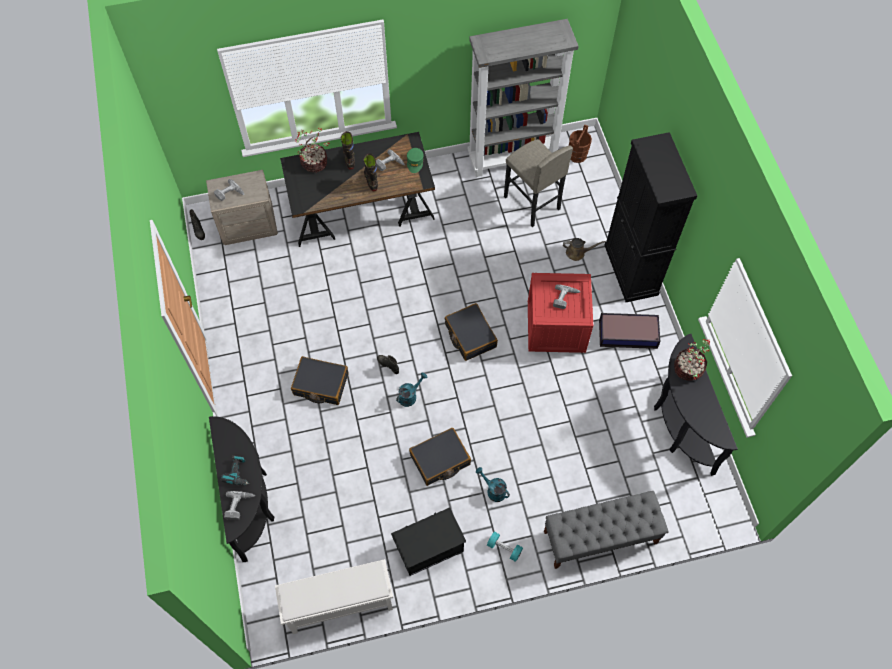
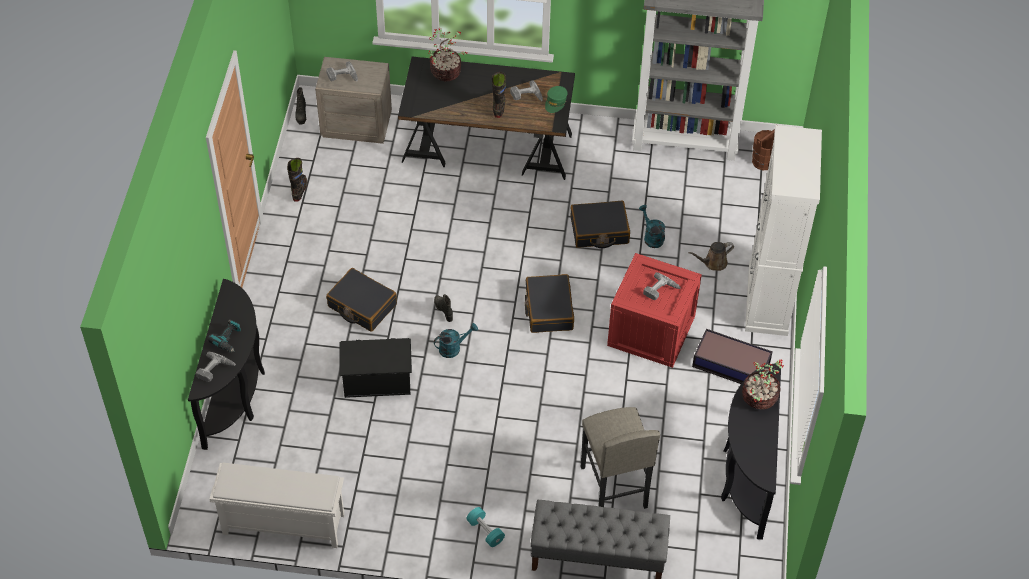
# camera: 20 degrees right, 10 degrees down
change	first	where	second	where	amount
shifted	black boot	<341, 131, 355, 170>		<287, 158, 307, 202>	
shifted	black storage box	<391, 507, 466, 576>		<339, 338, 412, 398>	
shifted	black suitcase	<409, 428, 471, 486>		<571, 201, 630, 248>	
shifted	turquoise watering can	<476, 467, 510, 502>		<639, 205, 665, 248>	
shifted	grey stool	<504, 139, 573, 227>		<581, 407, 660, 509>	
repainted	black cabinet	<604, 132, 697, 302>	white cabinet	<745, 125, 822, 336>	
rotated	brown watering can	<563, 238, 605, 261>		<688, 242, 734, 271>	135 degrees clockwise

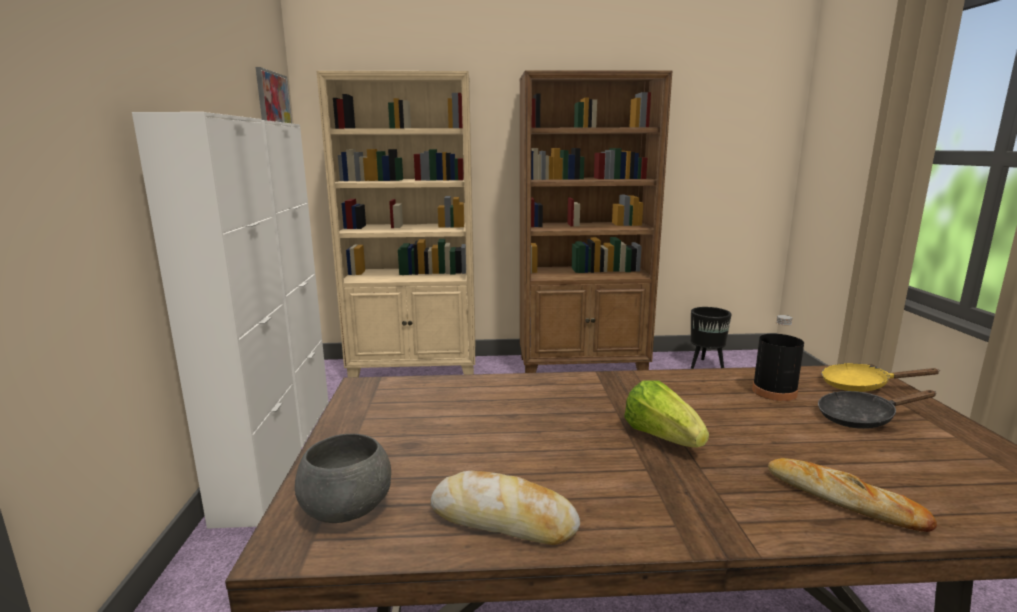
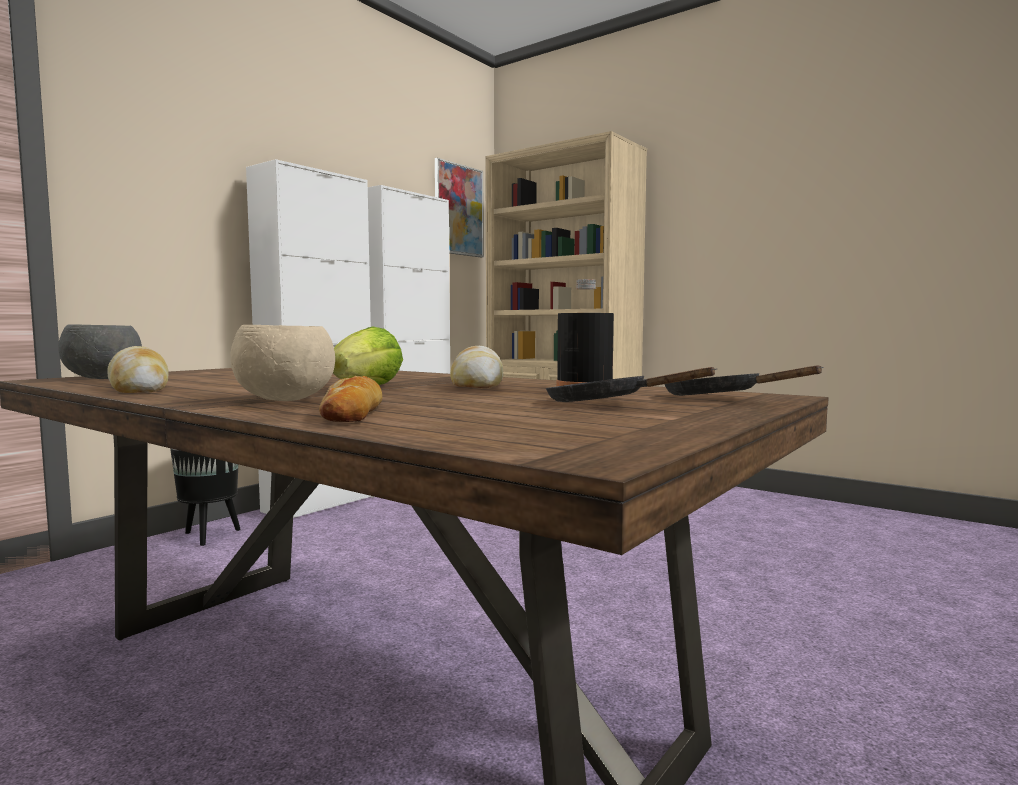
# camera: 40 degrees right, 10 degrees down
change	first	where	second	where	amount
gone	brown bookcase	<519, 70, 672, 373>			
new			beige bowl	<230, 325, 335, 401>	
new			bread	<450, 346, 503, 388>	
shifted	black planter	<691, 307, 732, 369>		<170, 448, 241, 546>	
repainted	yellow frying pan	<821, 363, 939, 392>	black frying pan	<664, 365, 824, 396>	

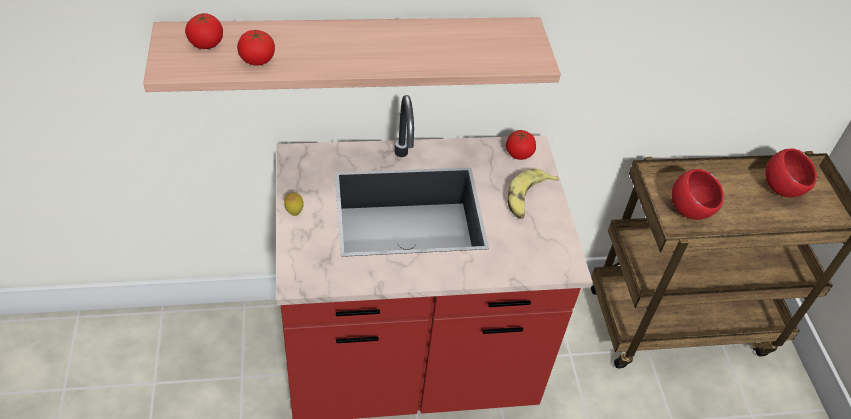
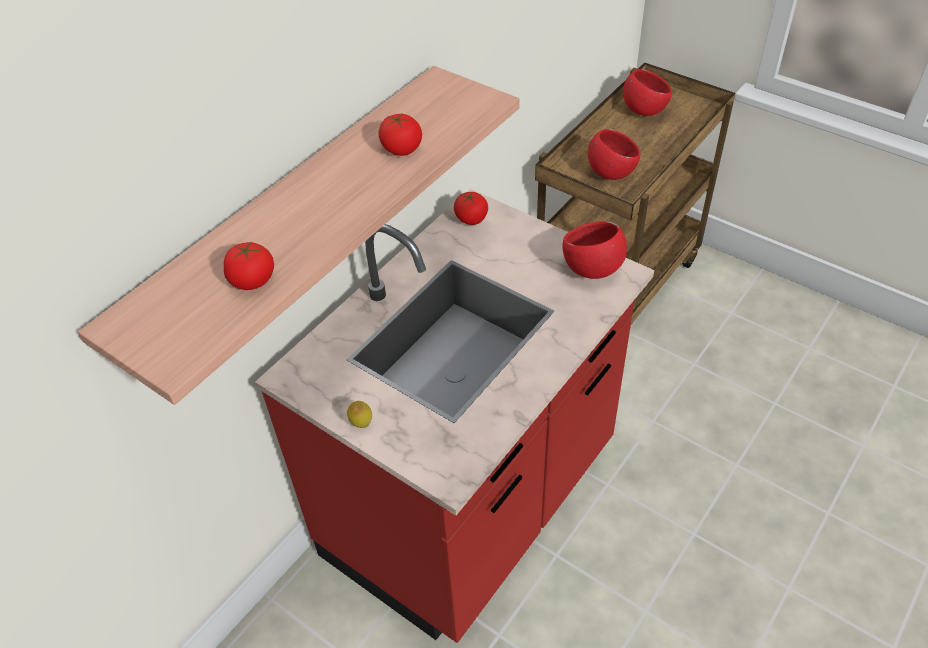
# camera: 40 degrees left, 0 degrees up
change	first	where	second	where	amount
gone	banana	<508, 169, 559, 219>			
new			red bowl	<562, 221, 627, 279>	
shifted	tomato	<185, 13, 223, 49>		<379, 114, 422, 156>	

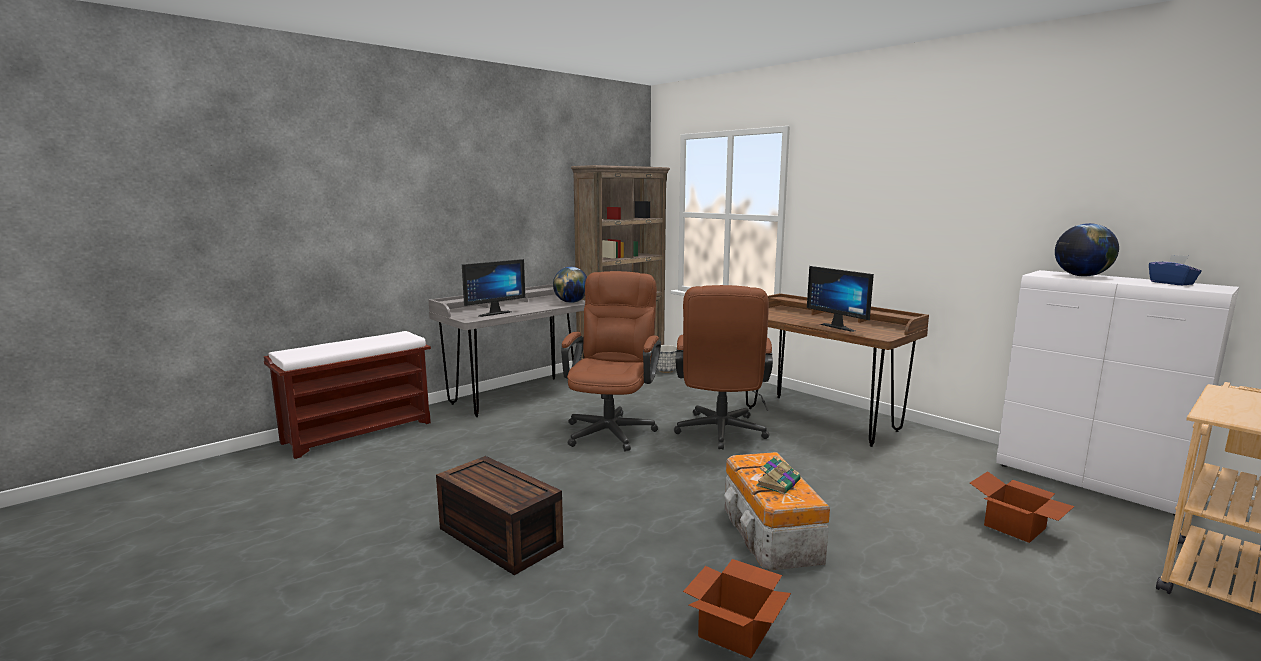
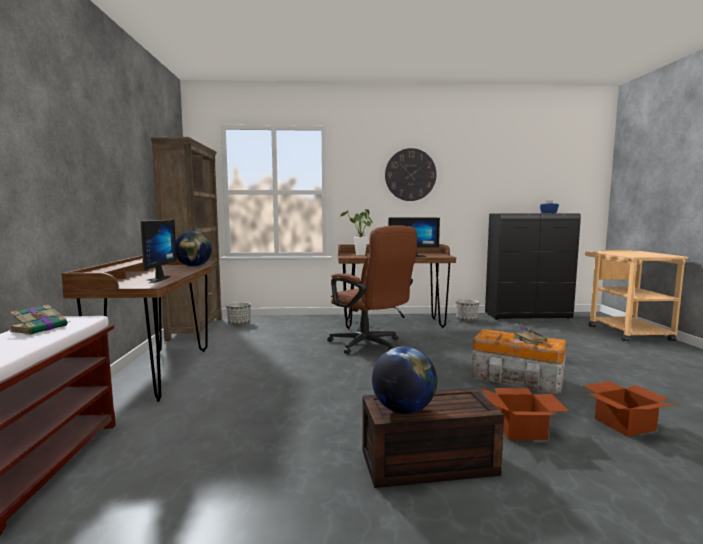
# camera: 50 degrees left, 5 degrees down
change	first	where	second	where	amount
gone	brown office chair	<561, 271, 661, 451>			
new			book	<10, 305, 67, 335>	
new			potted plant	<340, 209, 373, 255>	
new			wall clock	<385, 148, 436, 201>	
new			planter	<456, 299, 479, 322>	
shifted	cardboard box	<970, 471, 1075, 543>		<481, 388, 569, 440>	
shifted	globe	<1055, 223, 1119, 277>		<372, 347, 437, 414>	
repainted	grey desk	<428, 284, 585, 417>	brown desk	<61, 255, 213, 402>	
repainted	white cabinet	<996, 270, 1239, 517>	black cabinet	<485, 214, 581, 320>	

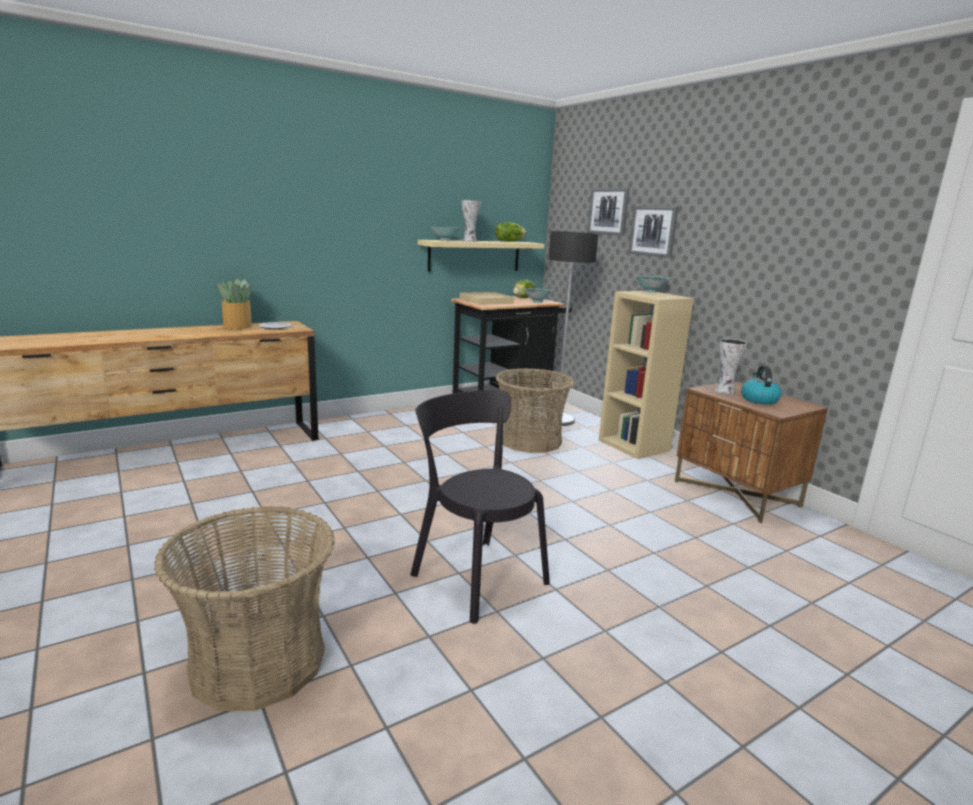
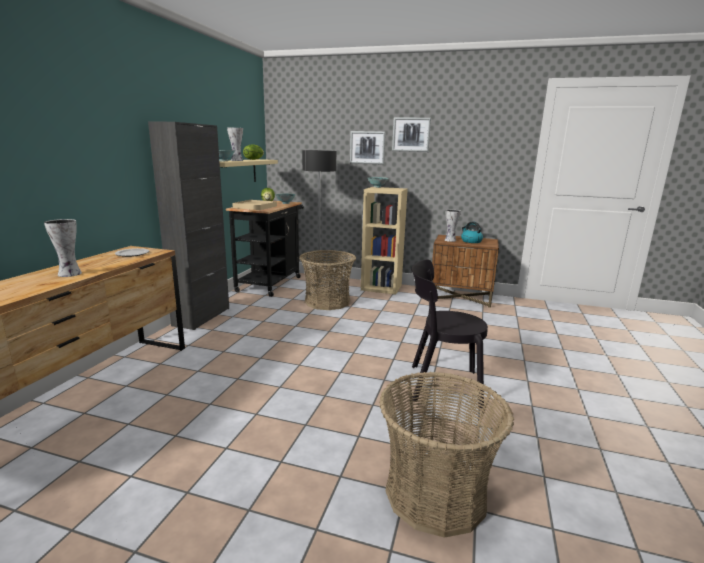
# camera: 40 degrees left, 0 degrees up
change	first	where	second	where	amount
gone	potted plant	<218, 279, 252, 329>			
new			vase	<44, 219, 82, 277>	
new			black cabinet	<148, 121, 229, 330>	
shifted	picture	<587, 188, 630, 236>		<392, 118, 431, 152>	

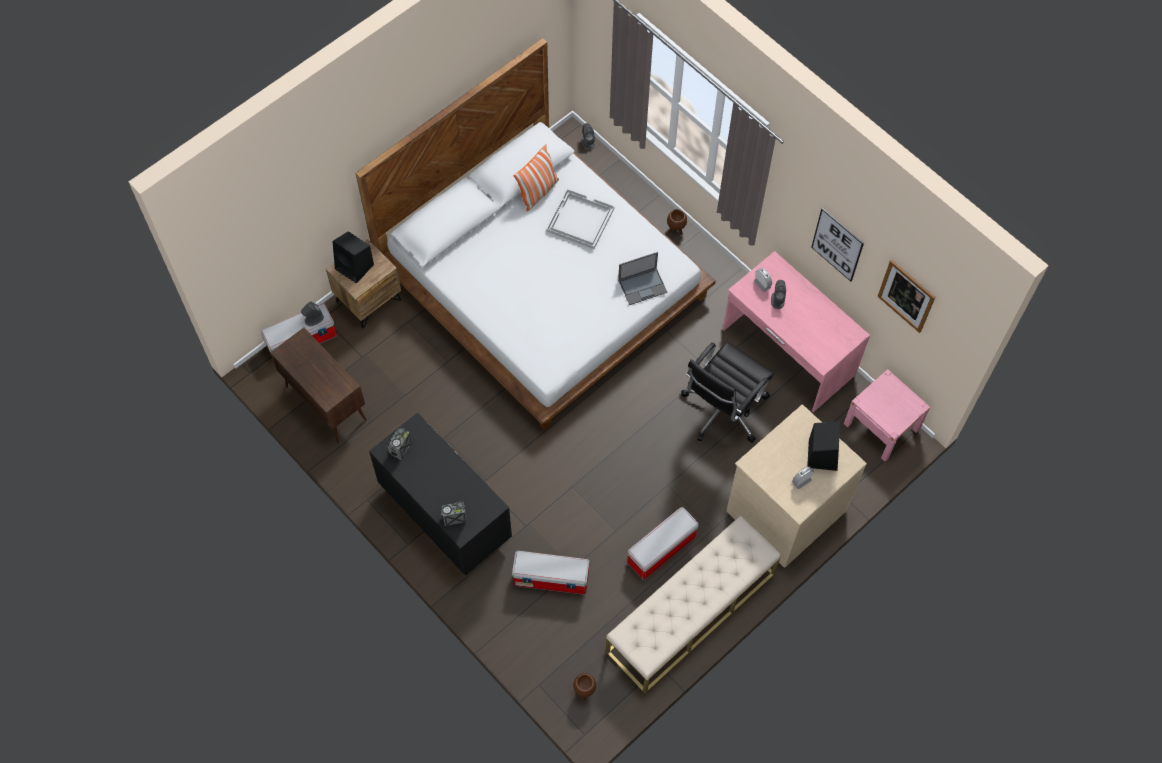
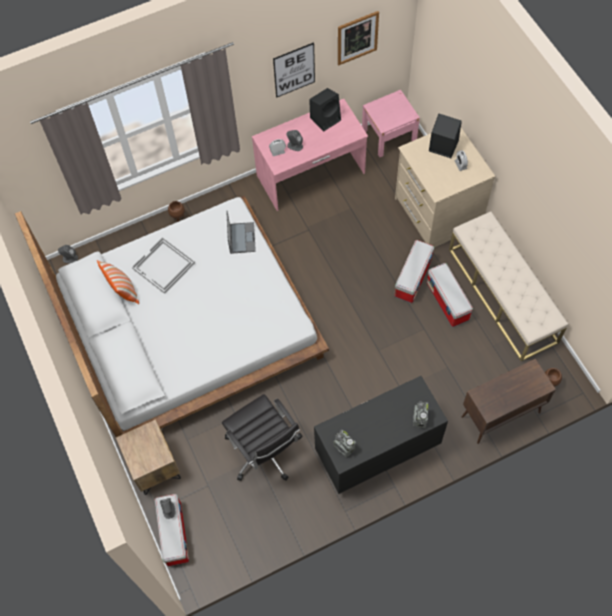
# camera: 70 degrees left, 0 degrees up
change	first	where	second	where	amount
shifted	brown cabinet	<270, 327, 367, 443>		<462, 358, 556, 444>	
shifted	black speaker	<332, 231, 374, 284>		<309, 88, 341, 132>	
shifted	storage box	<512, 550, 590, 595>		<394, 240, 434, 303>	
shifted	black office chair	<681, 342, 774, 443>		<222, 394, 303, 481>	

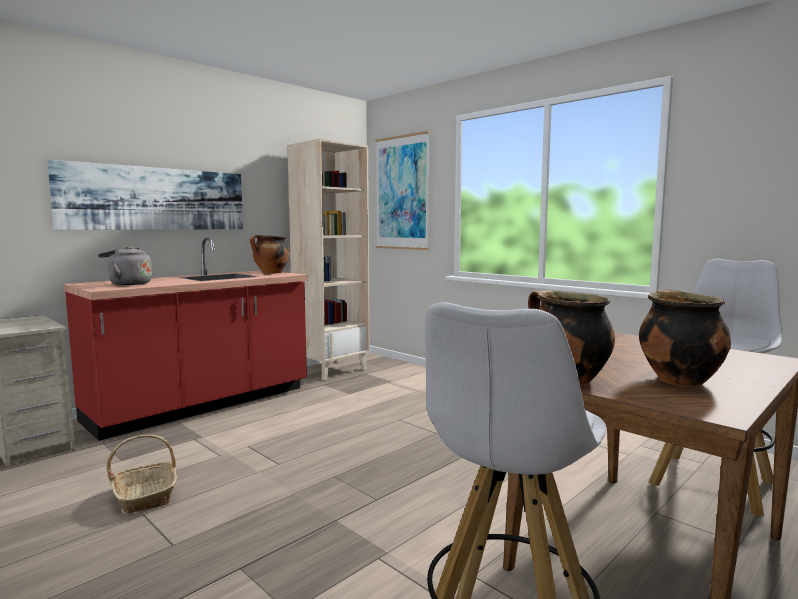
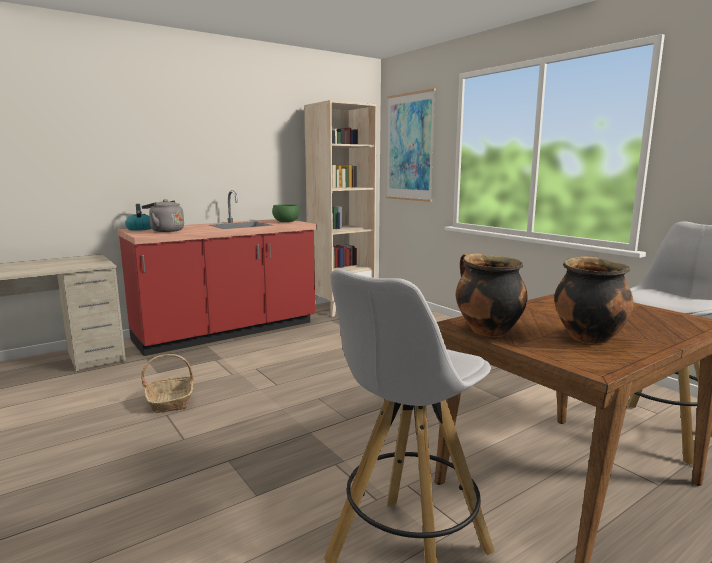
# camera: 10 degrees right, 5 degrees up
change	first	where	second	where	amount
gone	picture	<47, 160, 243, 230>			
new			kettle	<125, 204, 152, 231>	
swapped	cooking pot	<250, 235, 289, 274>	green bowl	<272, 204, 300, 222>	

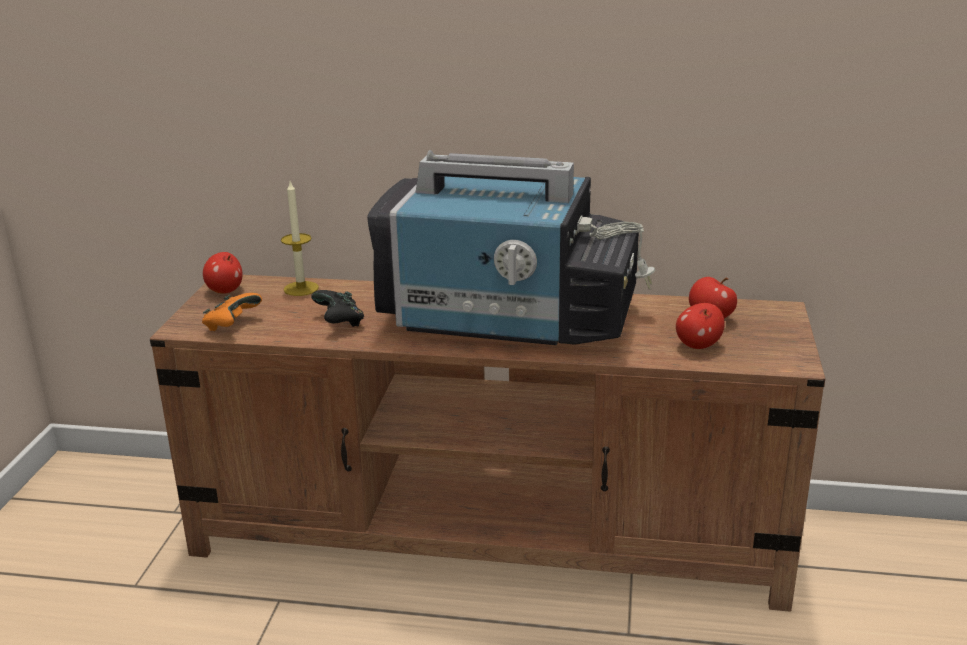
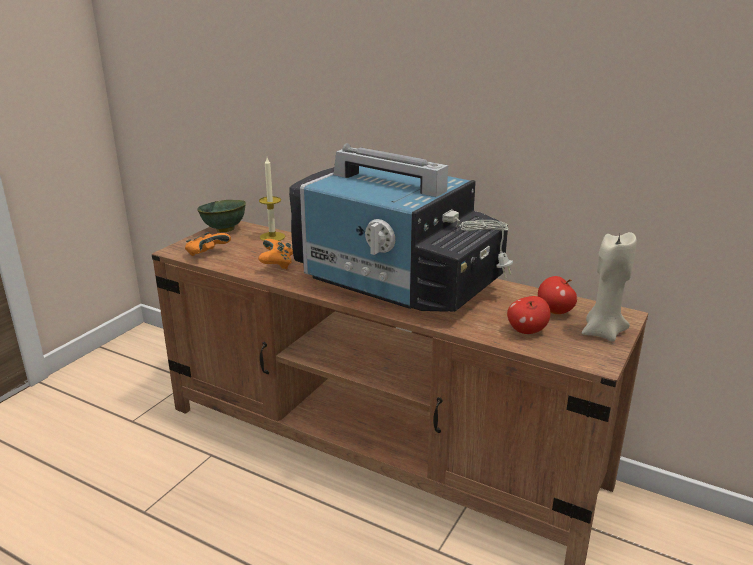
# camera: 20 degrees right, 0 degrees up
change	first	where	second	where	amount
new			beige candle	<582, 232, 637, 342>	
swapped	apple	<203, 252, 243, 294>	green bowl	<197, 200, 246, 232>	
repainted	black game controller	<311, 290, 364, 327>	orange game controller	<258, 239, 293, 270>	

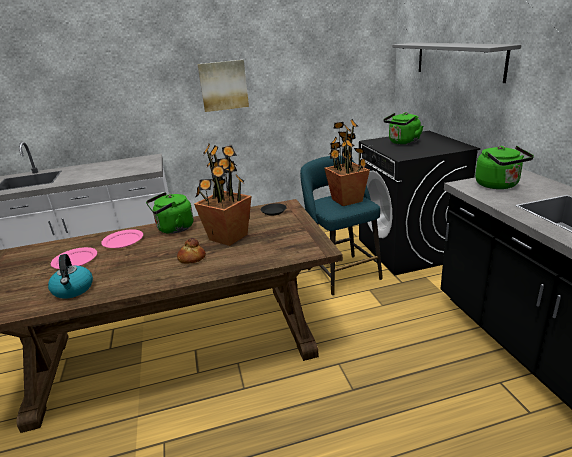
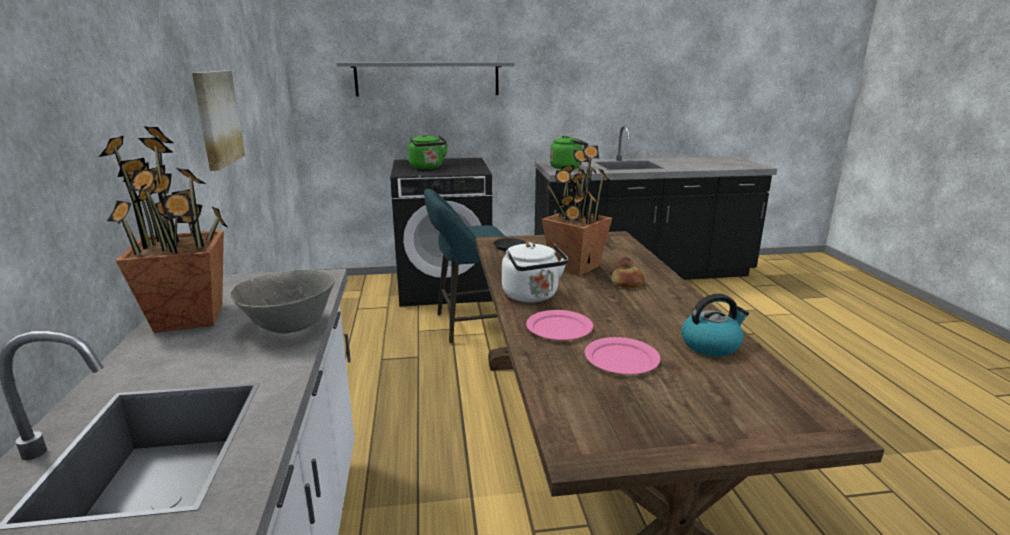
# camera: 85 degrees left, 5 degrees down
change	first	where	second	where	amount
new			grey bowl	<231, 270, 335, 333>	
shifted	potted plant	<324, 119, 370, 206>		<98, 126, 227, 333>	
repainted	green kettle	<146, 192, 193, 234>	white kettle	<502, 242, 568, 303>	

